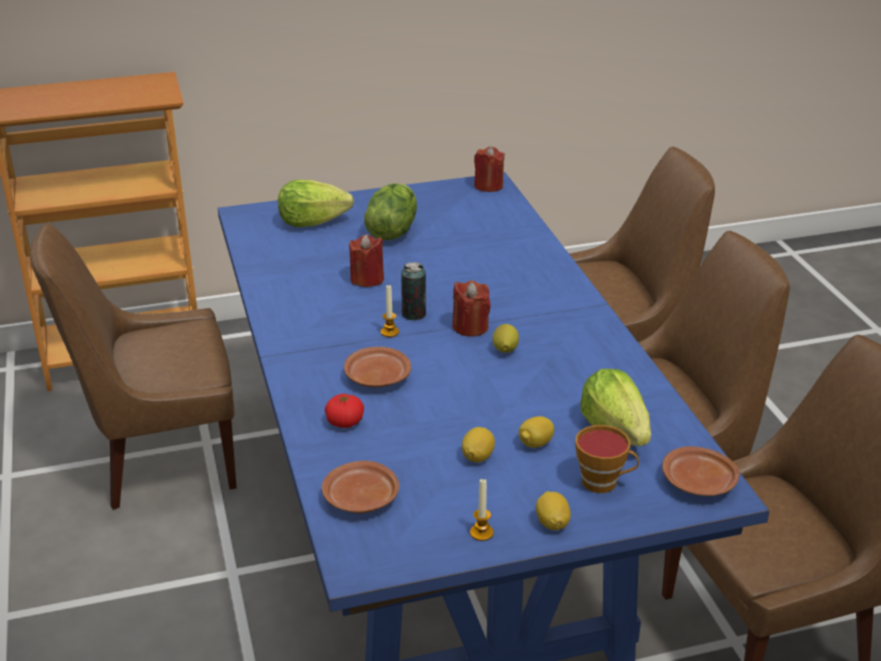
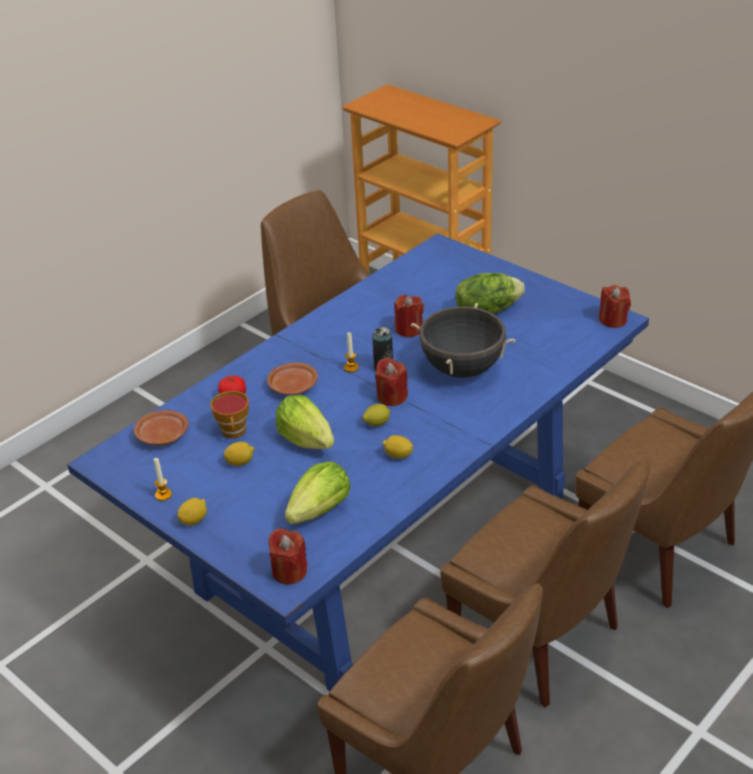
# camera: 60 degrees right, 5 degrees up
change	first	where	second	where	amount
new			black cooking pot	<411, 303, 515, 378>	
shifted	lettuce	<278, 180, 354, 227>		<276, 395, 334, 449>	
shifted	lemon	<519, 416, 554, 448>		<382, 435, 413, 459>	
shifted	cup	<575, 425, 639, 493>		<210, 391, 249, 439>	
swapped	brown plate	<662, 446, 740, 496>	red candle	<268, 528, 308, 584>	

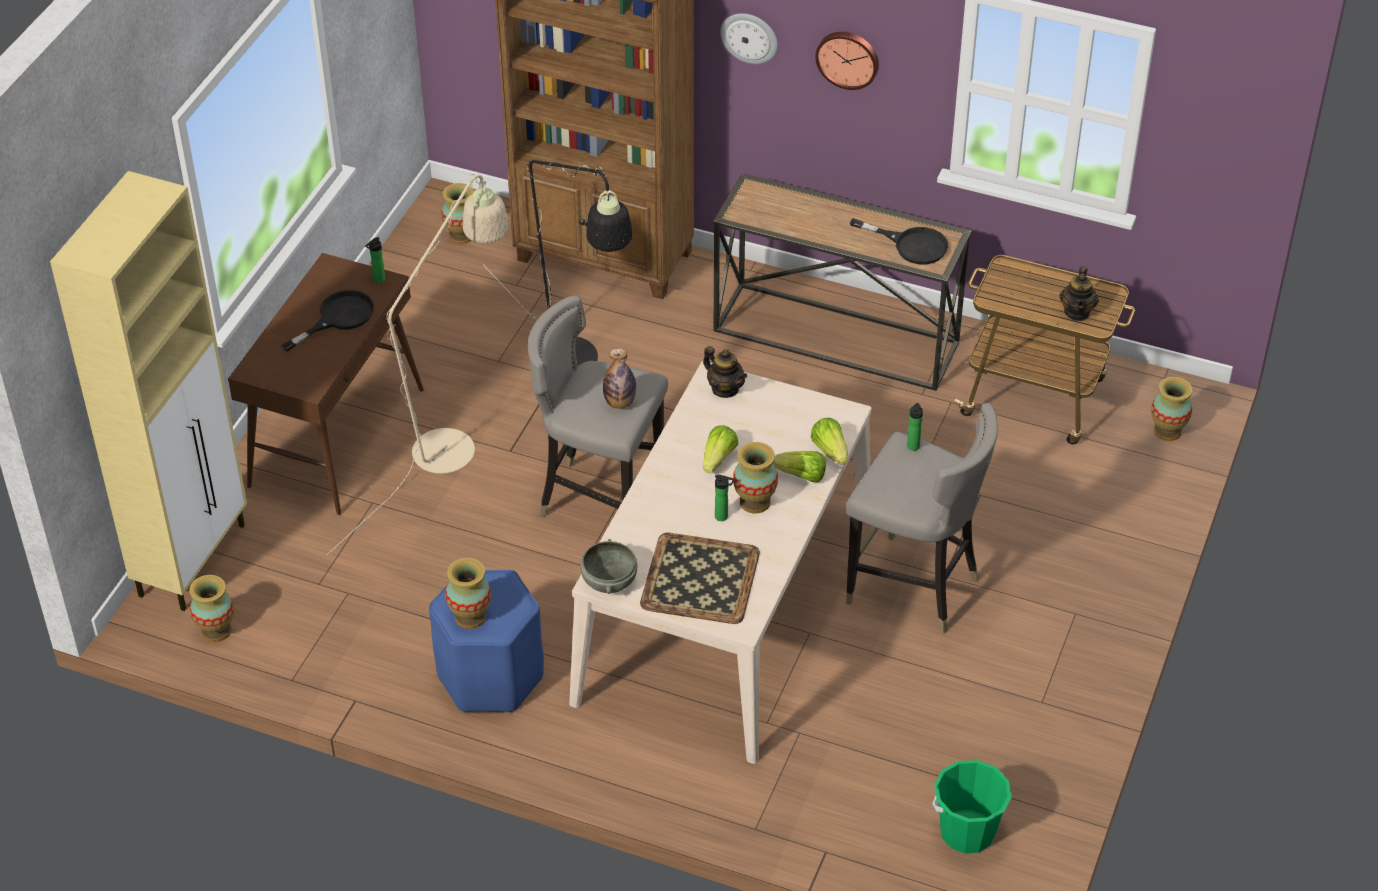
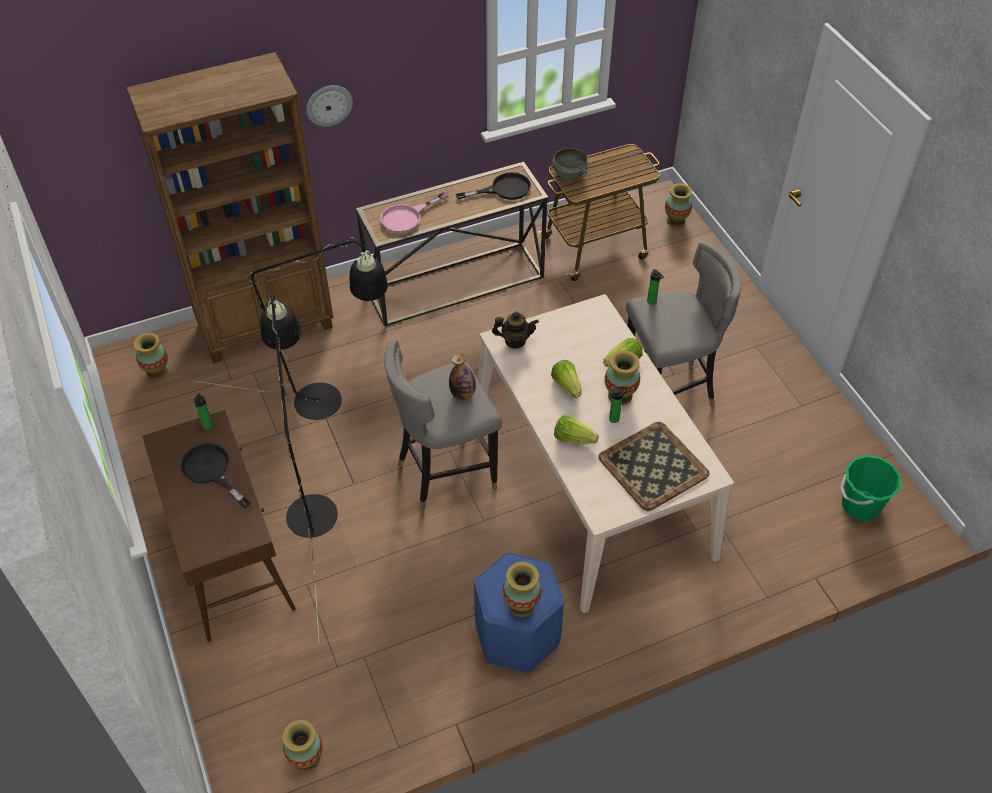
# camera: 45 degrees left, 5 degrees up
change	first	where	second	where	amount
gone	beige cabinet	<50, 171, 247, 611>			
gone	wall clock	<815, 32, 879, 90>			
gone	teapot	<1060, 266, 1099, 321>			
new			pink frying pan	<380, 192, 449, 233>	
shifted	grey bowl	<580, 539, 637, 594>		<552, 148, 588, 181>	
shifted	lettuce	<811, 418, 848, 465>		<554, 415, 599, 444>	
repainted	beige floor lamp	<327, 174, 509, 555>	black floor lamp	<260, 294, 338, 643>	
rotated	black frying pan	<281, 290, 374, 352>		<180, 444, 250, 508>	45 degrees counterclockwise

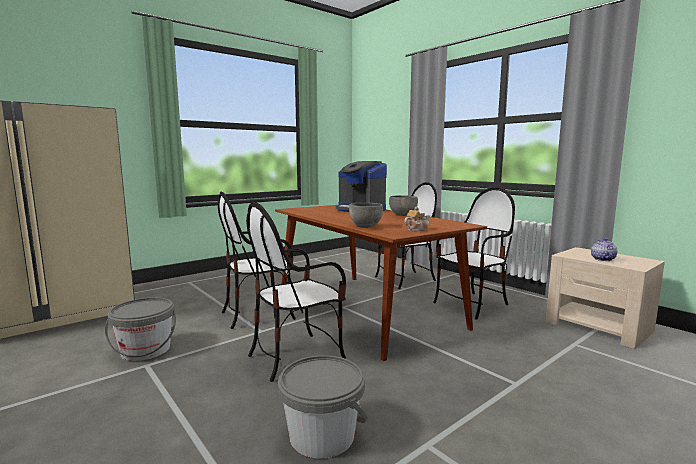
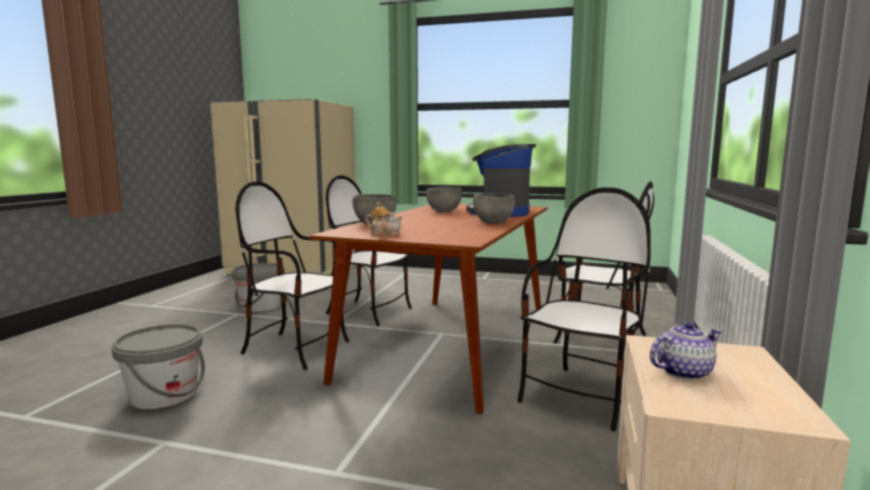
# camera: 55 degrees right, 0 degrees up
change	first	where	second	where	amount
new			grey bowl	<426, 187, 462, 212>	
rotated	chair	<433, 187, 515, 320>		<517, 187, 651, 431>	75 degrees counterclockwise

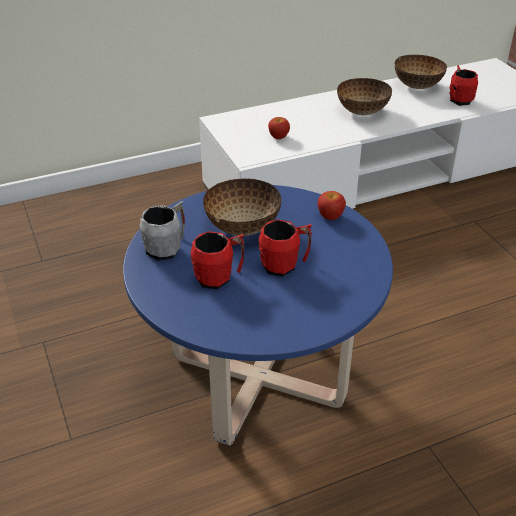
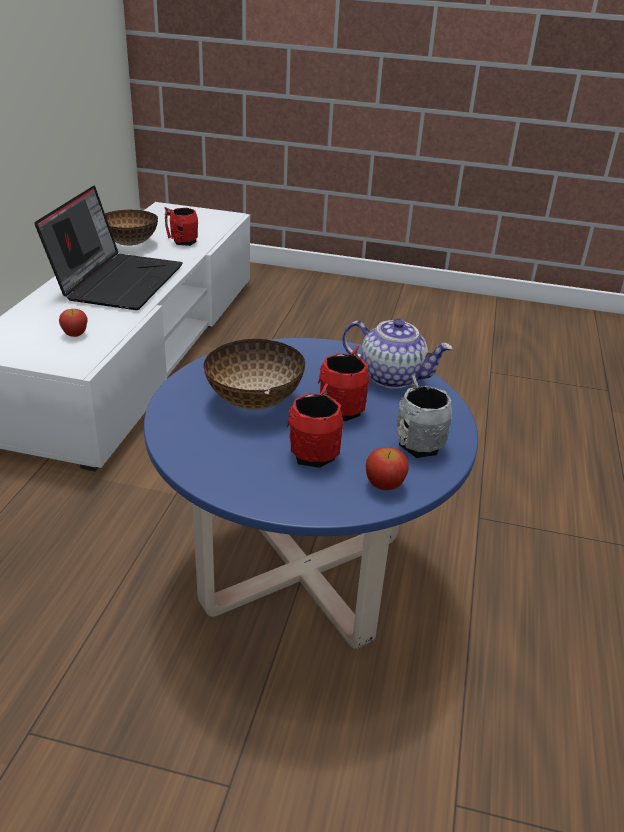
# camera: 55 degrees left, 5 degrees down
change	first	where	second	where	amount
new			teapot	<342, 318, 453, 389>	
shifted	grey mug	<140, 201, 185, 261>		<396, 375, 452, 458>	
shifted	apple	<318, 191, 346, 220>		<366, 447, 408, 490>	
swapped	bowl	<337, 78, 392, 115>	laptop	<34, 186, 183, 310>	

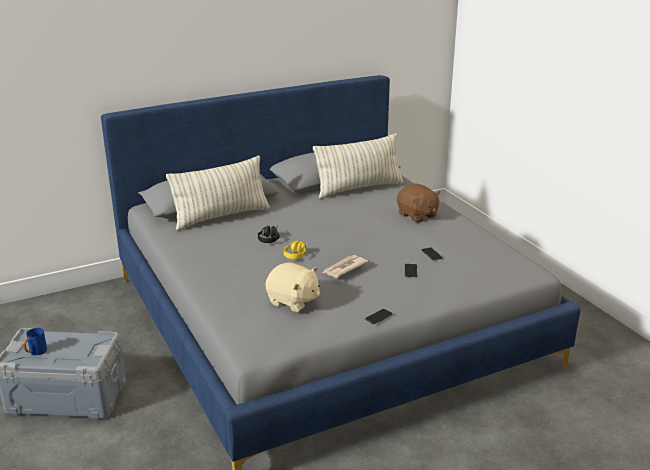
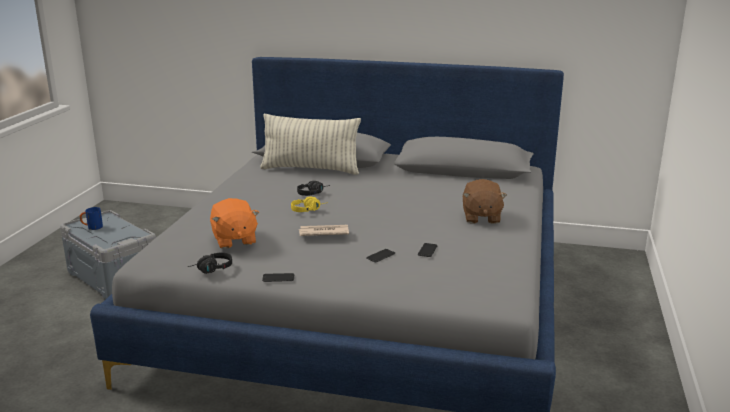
# camera: 40 degrees right, 5 degrees down
change	first	where	second	where	amount
gone	pillow	<313, 133, 404, 199>			
new			black headphones	<188, 252, 232, 274>	
repainted	beige plush toy	<265, 263, 320, 312>	orange plush toy	<210, 198, 259, 249>	

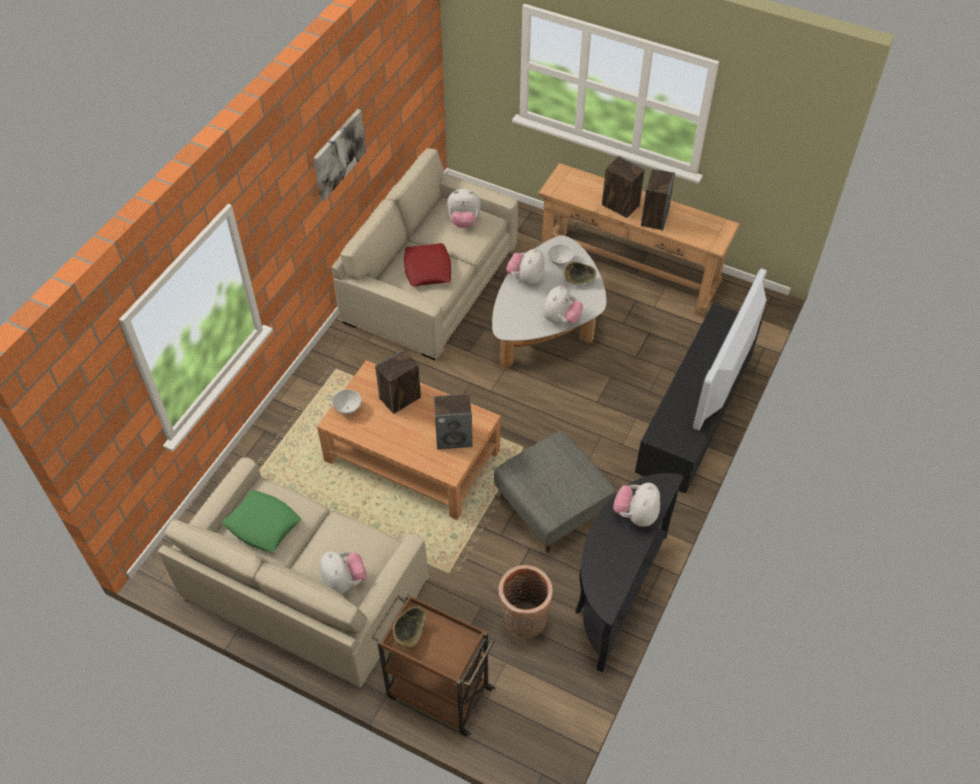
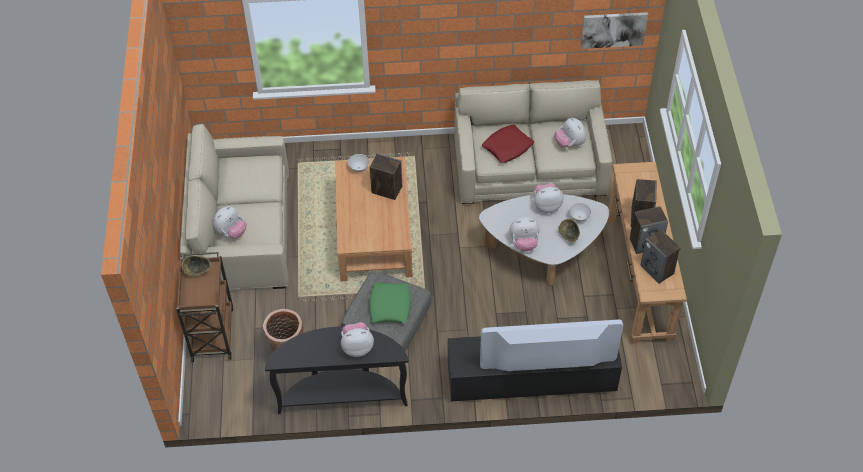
# camera: 60 degrees right, 0 degrees up
change	first	where	second	where	amount
shifted	green pillow	<222, 490, 301, 553>		<369, 282, 411, 323>	
shifted	picture	<313, 109, 366, 201>		<581, 12, 648, 49>	
shifted	speaker	<434, 394, 473, 449>		<640, 230, 680, 284>	

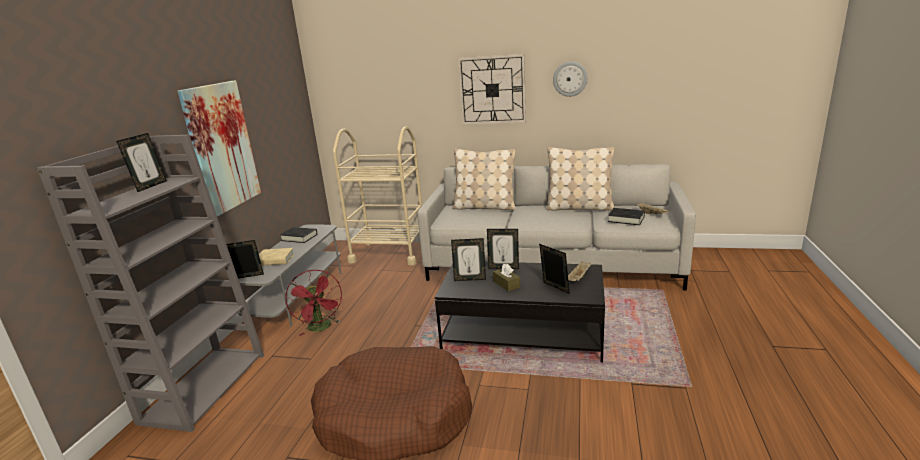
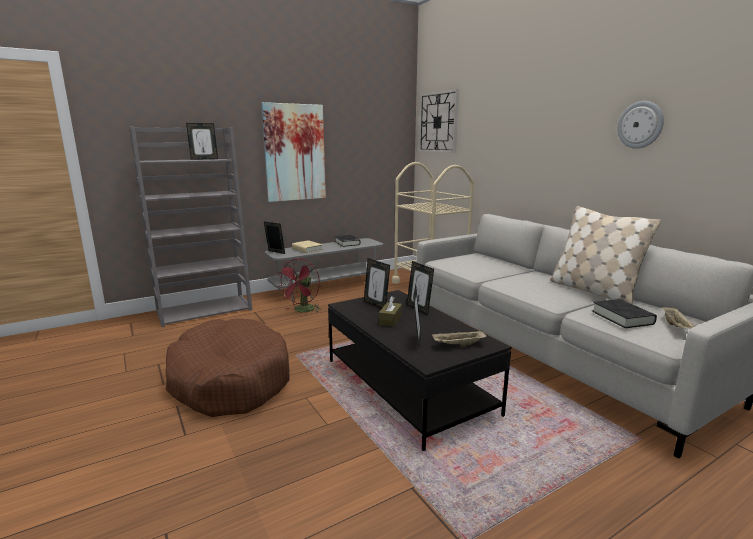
# camera: 45 degrees right, 5 degrees down
change	first	where	second	where	amount
gone	beige pillow	<453, 149, 516, 210>			
shifted	wall clock	<458, 54, 526, 125>		<419, 89, 459, 153>	

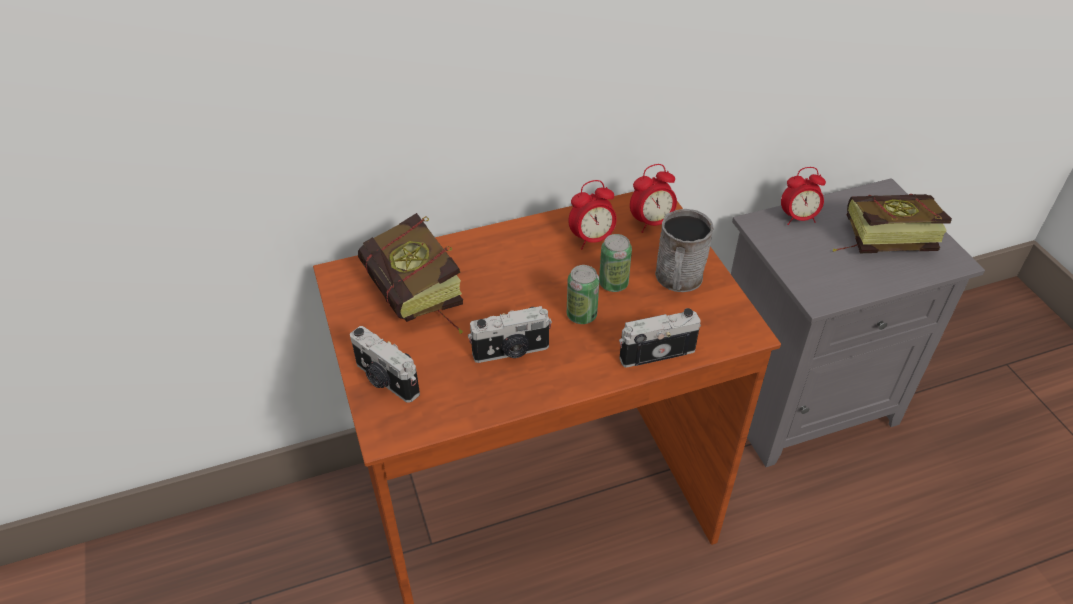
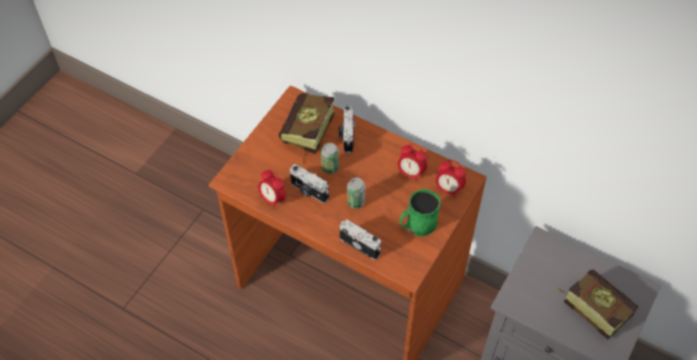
# camera: 50 degrees right, 10 degrees up
change	first	where	second	where	amount
shifted	photo camera	<350, 326, 420, 402>		<339, 106, 355, 153>	
shifted	can	<599, 234, 632, 292>		<321, 143, 339, 174>	
shifted	alarm clock	<781, 167, 826, 225>		<258, 169, 286, 209>	
repainted	grey mug	<655, 209, 713, 292>	green mug	<400, 189, 440, 237>	

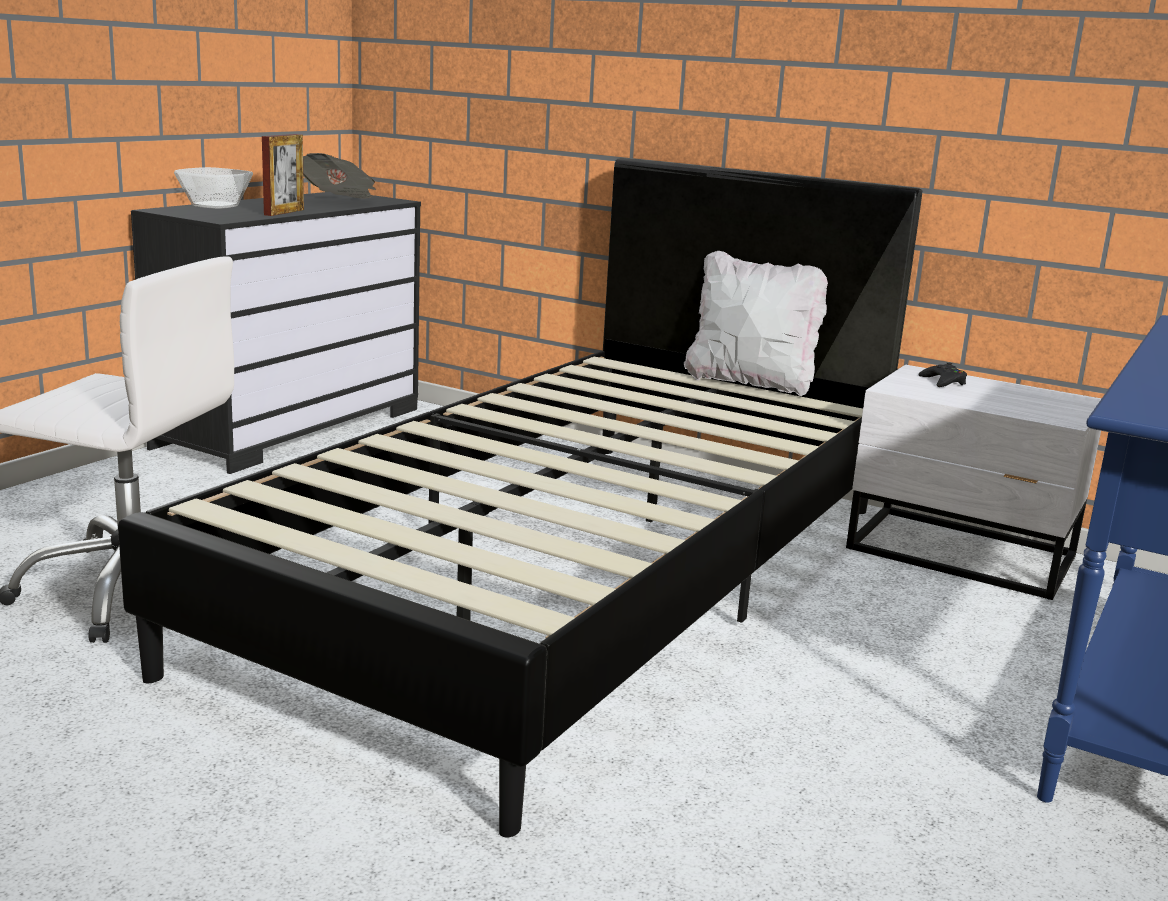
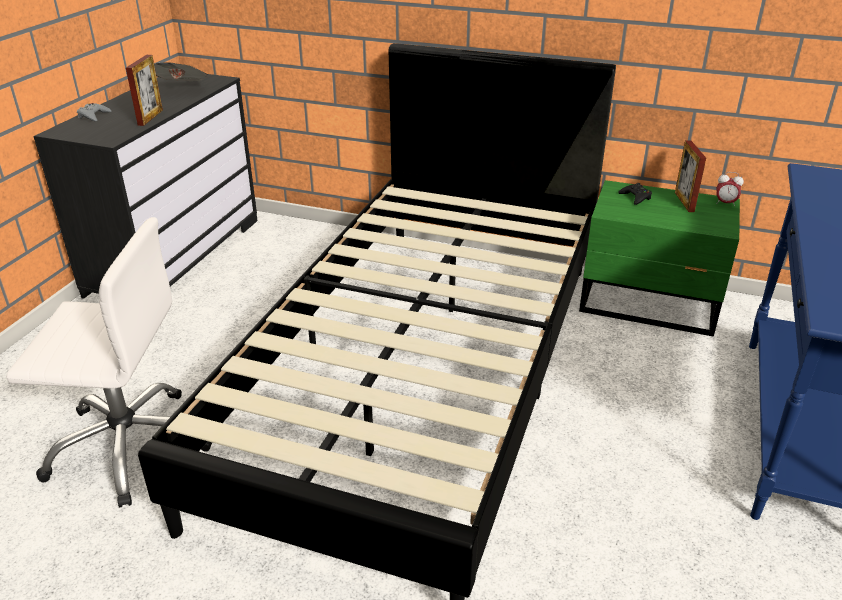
# camera: 10 degrees left, 15 degrees up
change	first	where	second	where	amount
gone	white pillow	<684, 251, 828, 396>			
new			picture frame	<675, 140, 706, 212>	
new			alarm clock	<716, 172, 744, 206>	
swapped	bowl	<174, 167, 253, 209>	grey game controller	<77, 103, 111, 122>	
repainted	white nightstand	<846, 365, 1102, 600>	green nightstand	<579, 180, 740, 337>	

